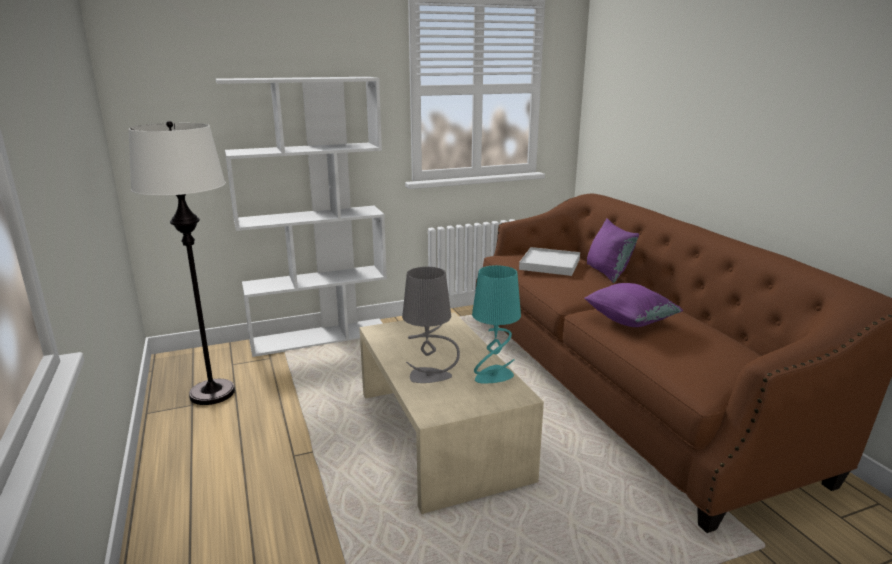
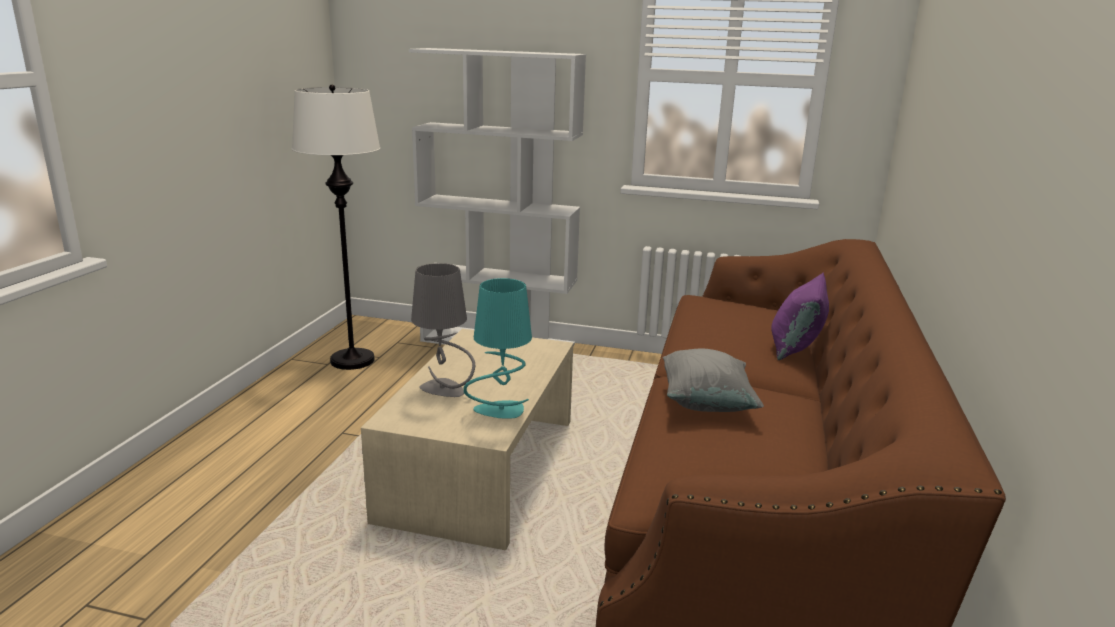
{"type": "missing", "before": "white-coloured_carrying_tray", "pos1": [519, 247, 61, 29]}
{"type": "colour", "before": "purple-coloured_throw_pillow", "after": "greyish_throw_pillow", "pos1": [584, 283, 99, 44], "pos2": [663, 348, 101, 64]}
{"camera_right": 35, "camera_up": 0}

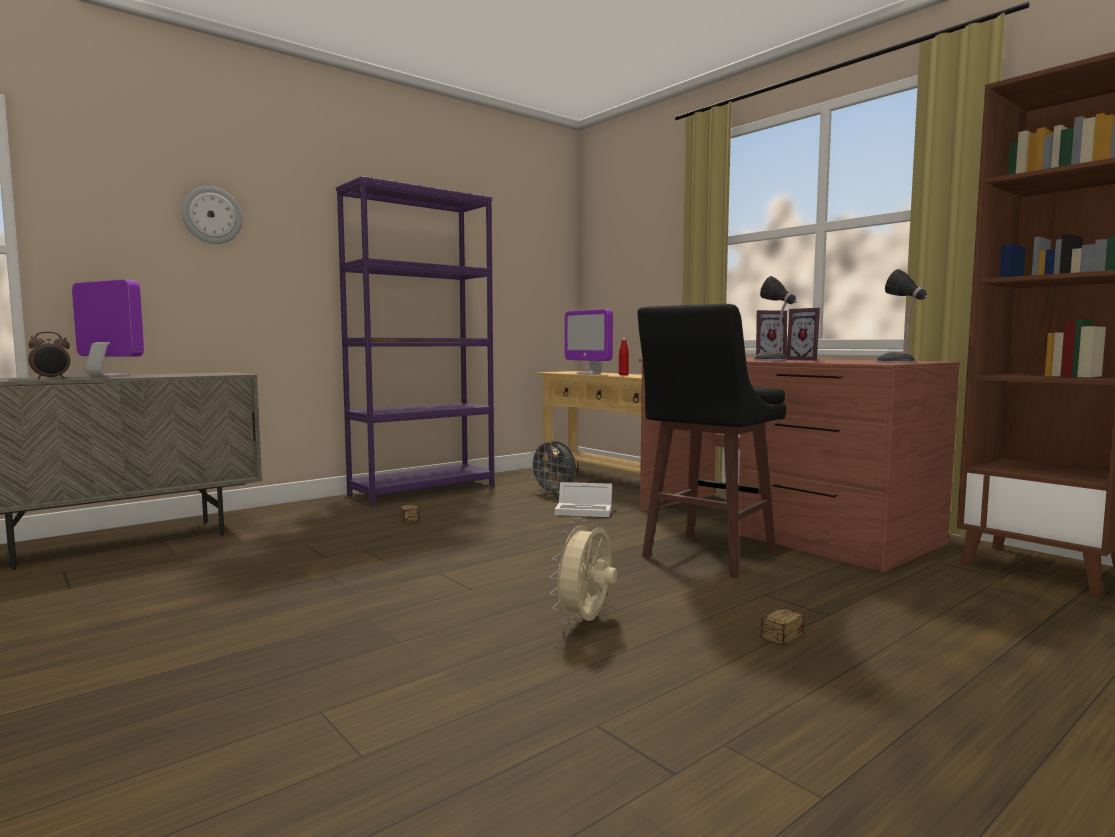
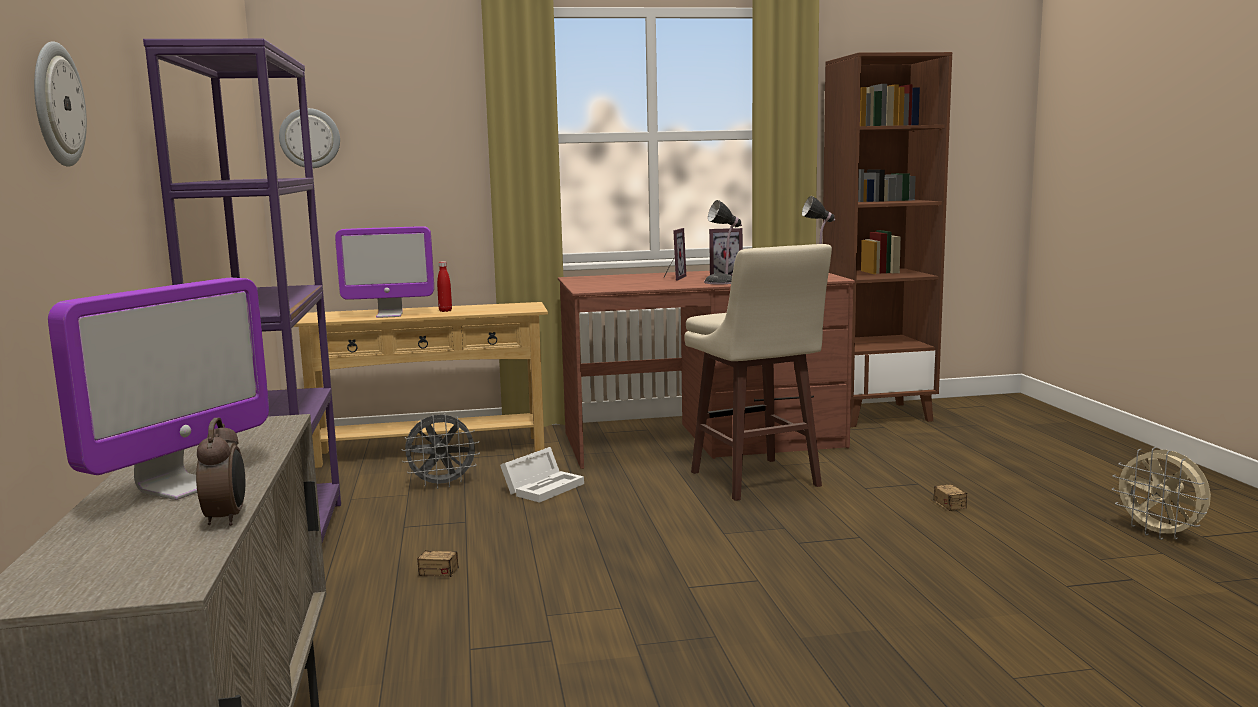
{"type": "appeared", "after": "clock_on_the_wall", "pos2": [279, 108, 61, 60]}
{"type": "relocated", "before": "beige_cooling_fan", "pos1": [550, 518, 67, 106], "pos2": [1112, 447, 99, 93]}
{"type": "colour", "before": "blackish_stool", "after": "beige_stool", "pos1": [637, 304, 149, 274], "pos2": [684, 244, 148, 257]}
{"type": "spun", "before": "computer_display", "pos1": [72, 280, 72, 97], "pos2": [48, 278, 221, 222], "turn": 150}
{"camera_right": -60, "camera_up": 5}

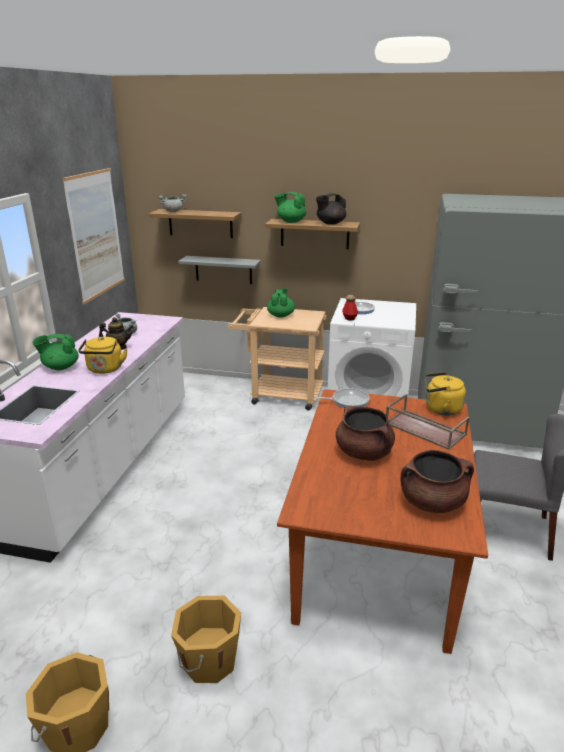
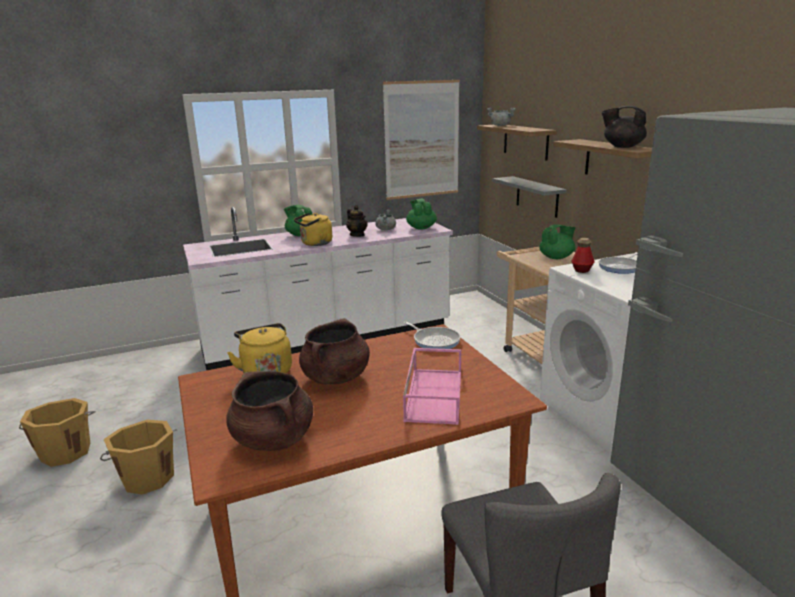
{"type": "relocated", "before": "green_teapot", "pos1": [274, 192, 32, 31], "pos2": [406, 199, 31, 31]}
{"type": "relocated", "before": "yellow-coloured_tea_kettle", "pos1": [425, 372, 41, 44], "pos2": [227, 323, 65, 50]}
{"type": "colour", "before": "brownish_carrying_tray", "after": "pinkish_carrying_tray", "pos1": [386, 394, 84, 56], "pos2": [403, 348, 58, 77]}
{"camera_right": 55, "camera_up": -5}

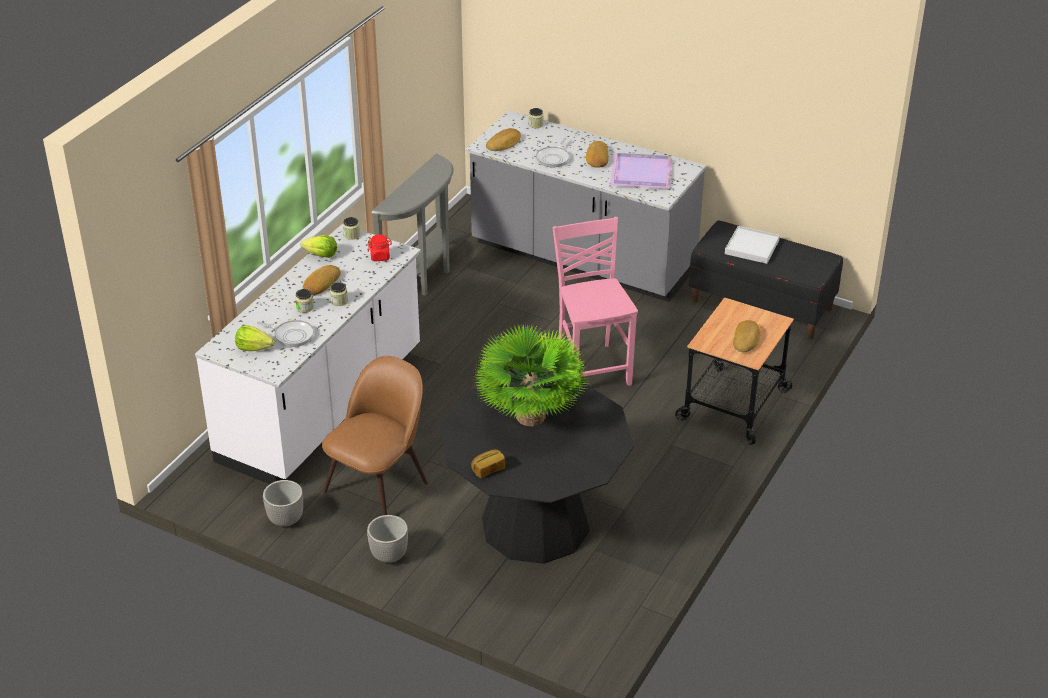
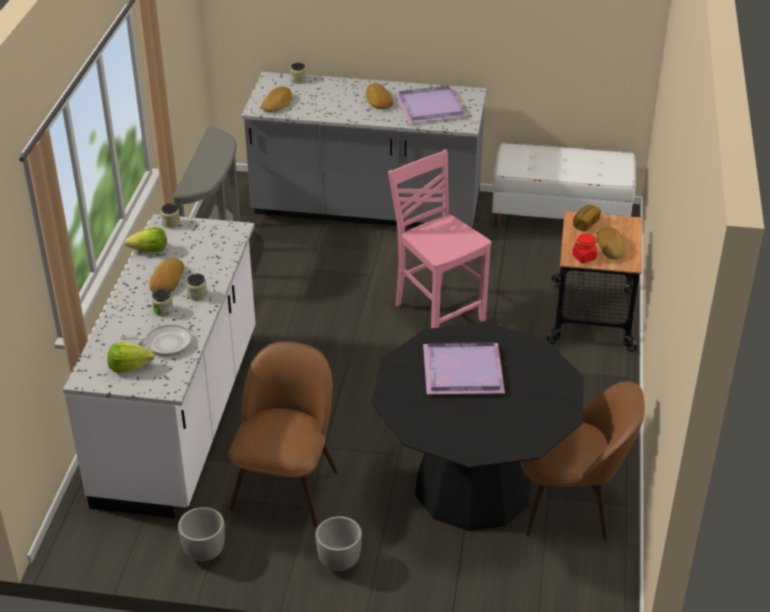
{"type": "missing", "before": "pan", "pos1": [536, 138, 34, 29]}
{"type": "missing", "before": "white-coloured_carrying_tray", "pos1": [725, 226, 55, 38]}
{"type": "appeared", "after": "brownish_upright_chair", "pos2": [521, 382, 124, 158]}
{"type": "relocated", "before": "red_storage_jar", "pos1": [368, 234, 24, 27], "pos2": [572, 234, 26, 29]}
{"type": "relocated", "before": "baked_bread", "pos1": [471, 449, 34, 29], "pos2": [573, 205, 28, 27]}
{"type": "exchanged", "before": "potted_plant", "after": "purple-coloured_carrying_tray", "pos1": [474, 323, 115, 103], "pos2": [423, 342, 82, 52]}
{"type": "colour", "before": "blackish_long_seat", "after": "white-coloured_long_seat", "pos1": [689, 220, 154, 119], "pos2": [492, 143, 144, 85]}
{"camera_right": -20, "camera_up": 0}

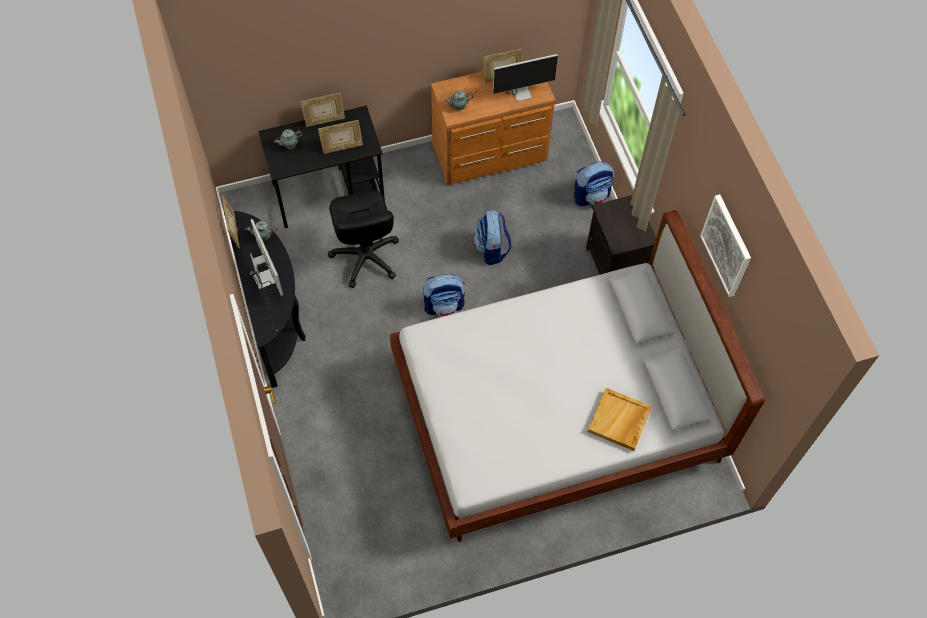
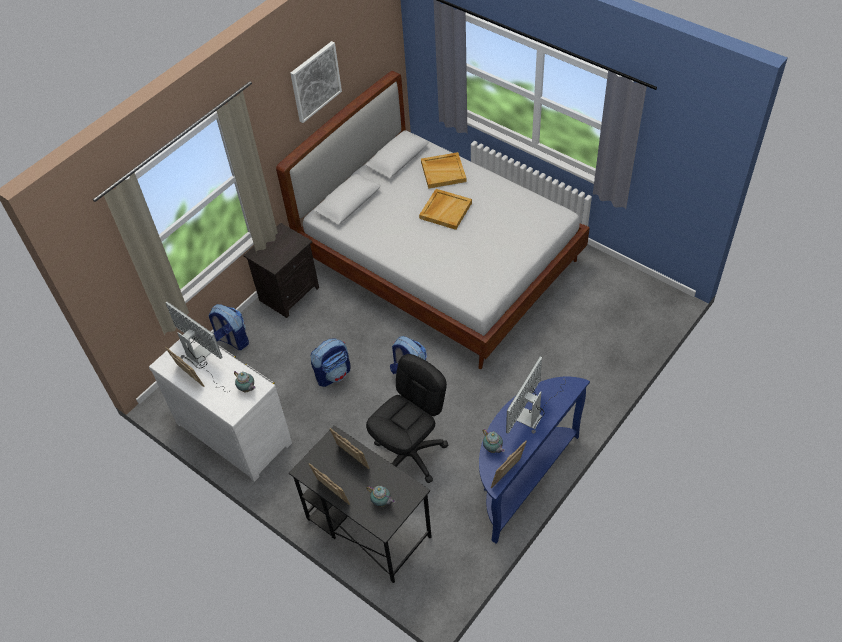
{"type": "appeared", "after": "beige_carrying_tray", "pos2": [419, 189, 53, 41]}
{"type": "colour", "before": "blackish_narrow_table", "after": "blue_narrow_table", "pos1": [224, 211, 81, 177], "pos2": [479, 377, 111, 167]}
{"type": "colour", "before": "brownish_dresser", "after": "white-coloured_dresser", "pos1": [431, 71, 125, 115], "pos2": [149, 338, 143, 144]}
{"camera_right": -120, "camera_up": -10}

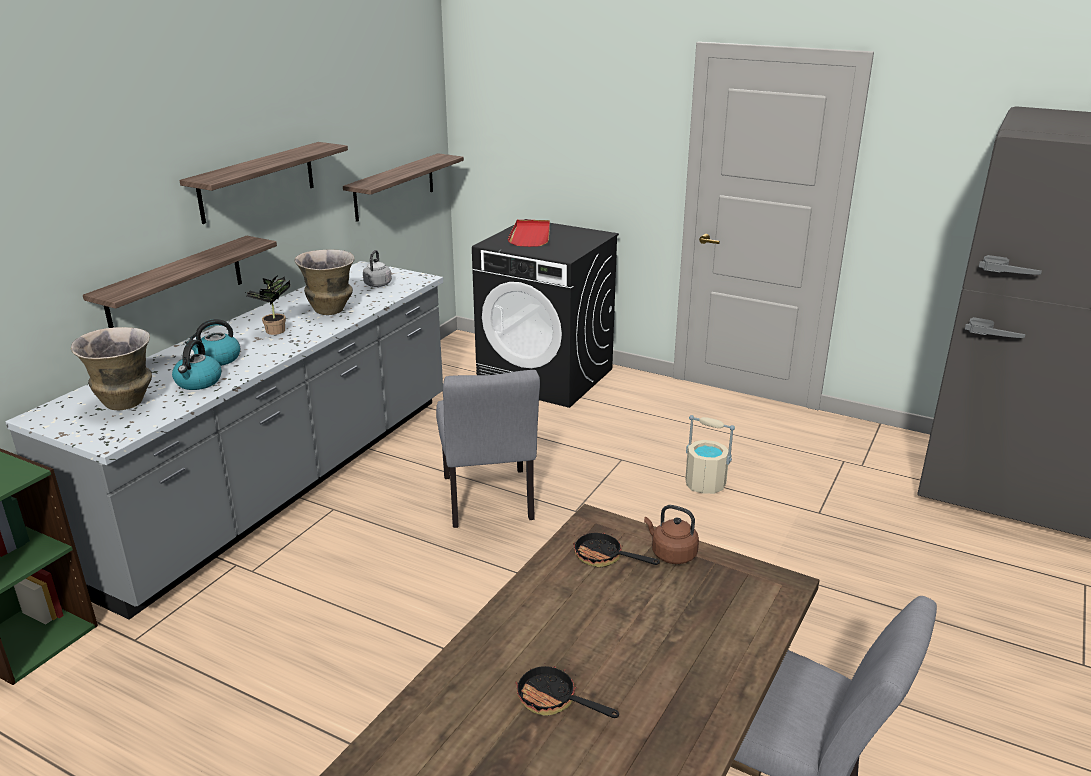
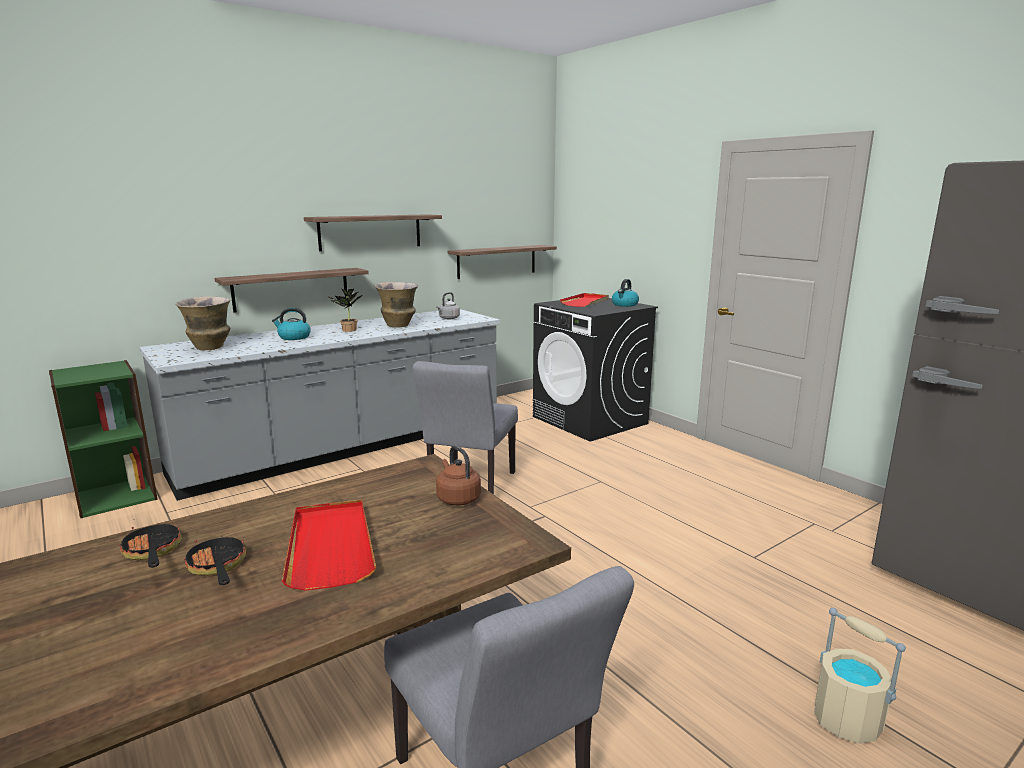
{"type": "appeared", "after": "red_carrying_tray", "pos2": [282, 499, 94, 92]}
{"type": "relocated", "before": "tea_kettle", "pos1": [172, 340, 49, 50], "pos2": [612, 279, 27, 28]}
{"type": "relocated", "before": "pan", "pos1": [573, 530, 87, 38], "pos2": [119, 522, 63, 46]}
{"type": "relocated", "before": "beige_water_bucket", "pos1": [685, 415, 50, 79], "pos2": [814, 608, 92, 136]}
{"camera_right": 25, "camera_up": -10}

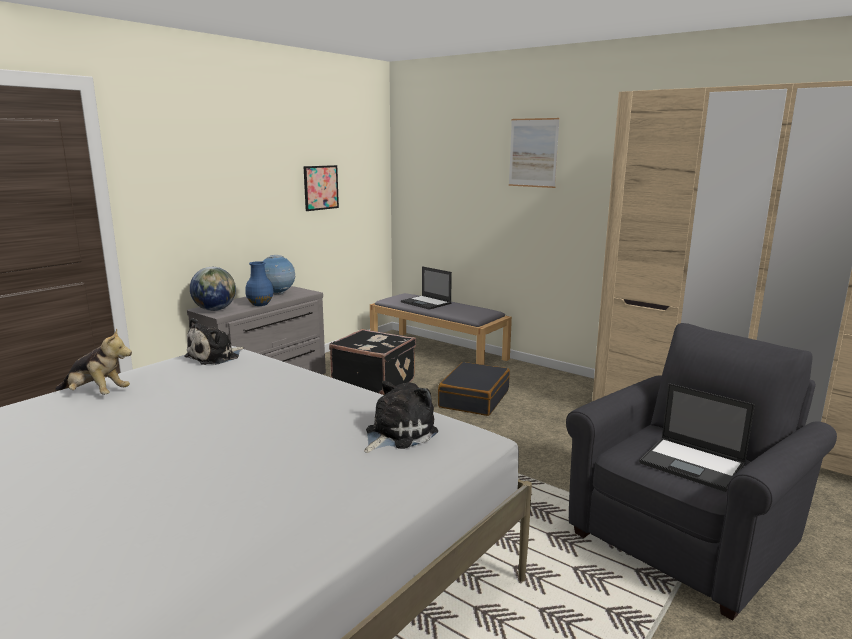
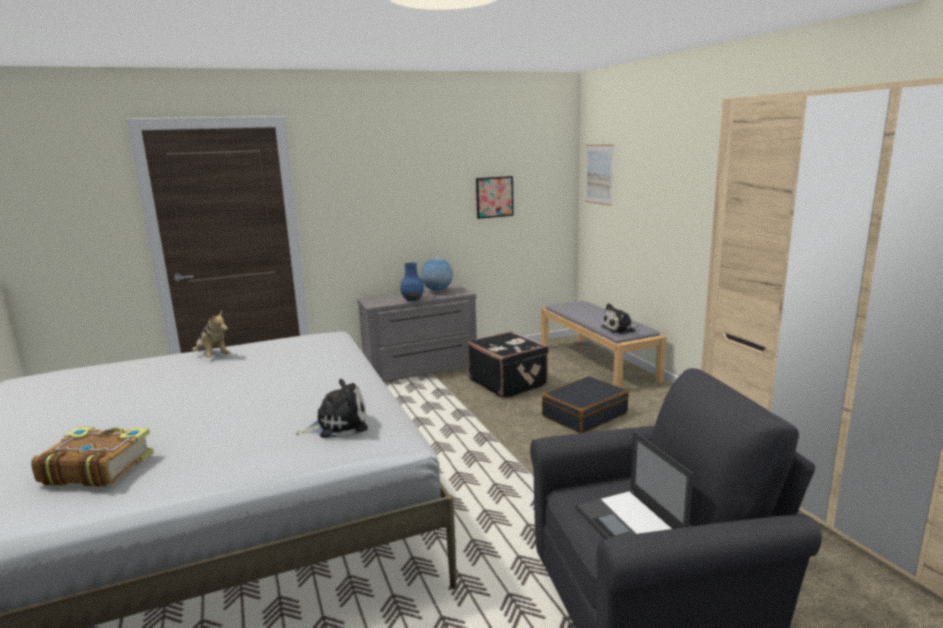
{"type": "missing", "before": "globe", "pos1": [190, 267, 46, 44]}
{"type": "missing", "before": "notebook_computer", "pos1": [401, 266, 51, 44]}
{"type": "appeared", "after": "bound_book", "pos2": [31, 427, 123, 59]}
{"type": "relocated", "before": "cuddly_toy", "pos1": [184, 318, 60, 47], "pos2": [601, 303, 37, 31]}
{"type": "relocated", "before": "wall_picture", "pos1": [509, 118, 51, 70], "pos2": [585, 144, 29, 62]}
{"camera_right": 30, "camera_up": 0}

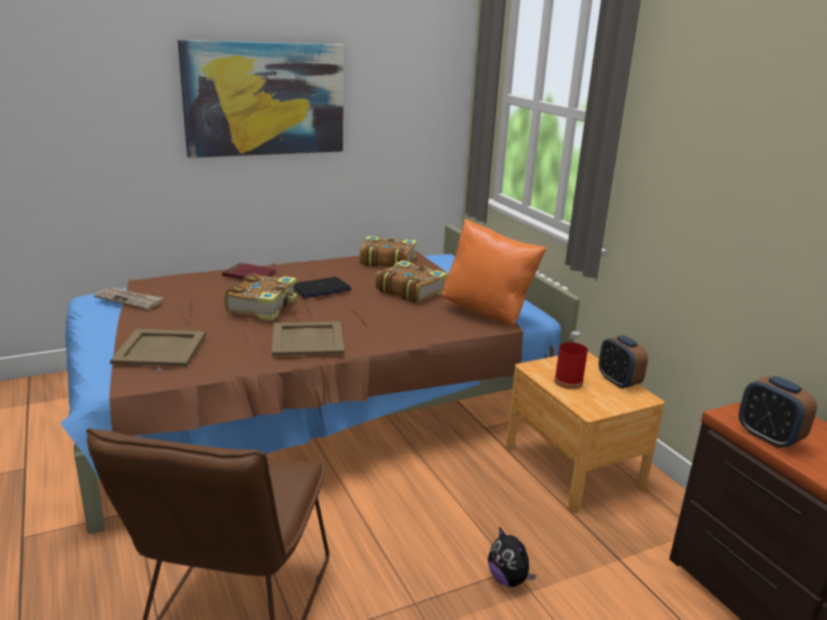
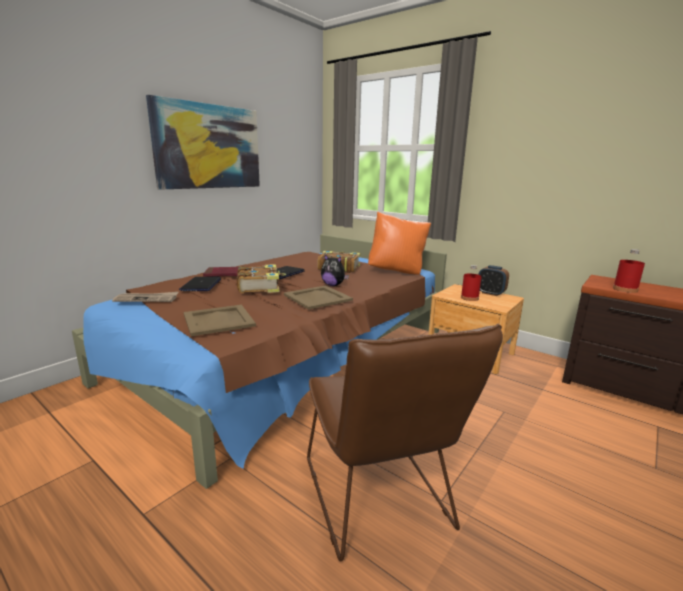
{"type": "missing", "before": "bound_book", "pos1": [359, 236, 58, 31]}
{"type": "appeared", "after": "notebook_computer", "pos2": [179, 277, 42, 14]}
{"type": "relocated", "before": "cuddly_toy", "pos1": [488, 527, 48, 60], "pos2": [321, 255, 28, 31]}
{"type": "exchanged", "before": "bedside_clock", "after": "red_drink_bottle", "pos1": [739, 376, 78, 73], "pos2": [613, 249, 32, 44]}
{"camera_right": -25, "camera_up": -5}

